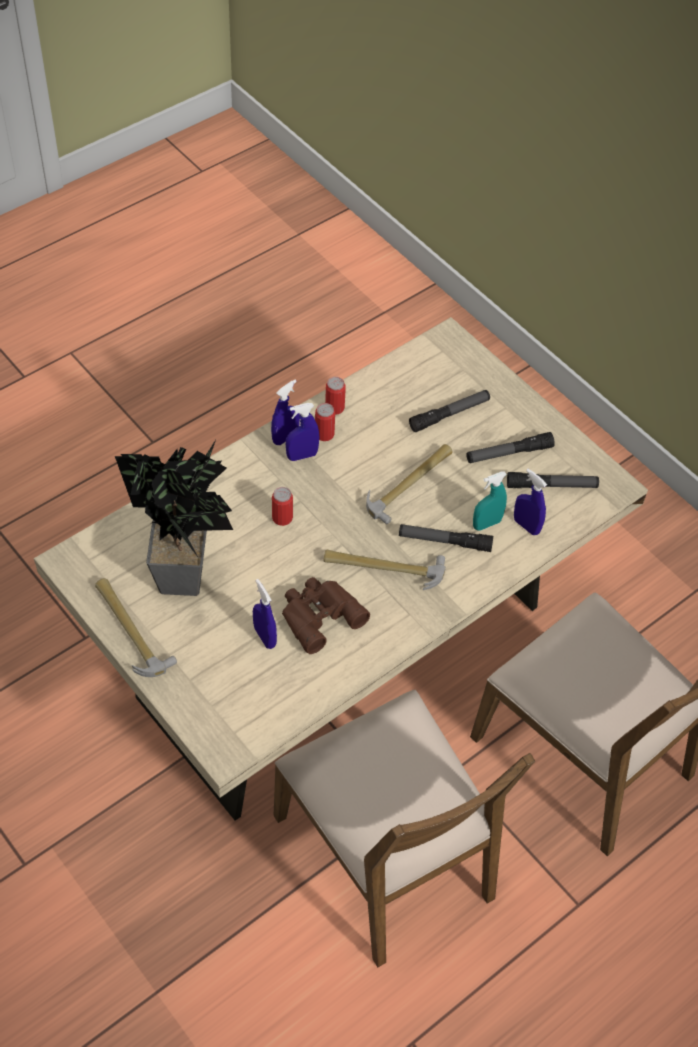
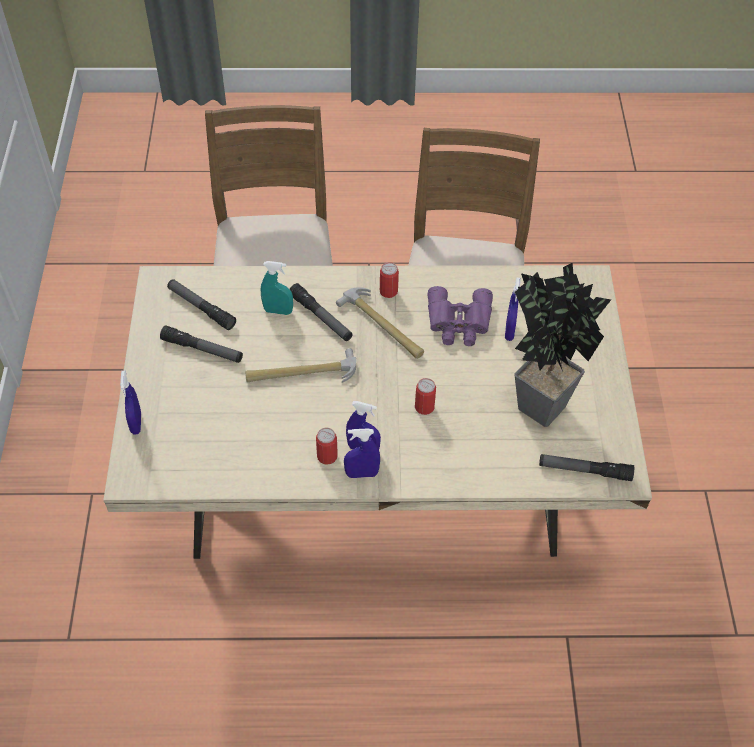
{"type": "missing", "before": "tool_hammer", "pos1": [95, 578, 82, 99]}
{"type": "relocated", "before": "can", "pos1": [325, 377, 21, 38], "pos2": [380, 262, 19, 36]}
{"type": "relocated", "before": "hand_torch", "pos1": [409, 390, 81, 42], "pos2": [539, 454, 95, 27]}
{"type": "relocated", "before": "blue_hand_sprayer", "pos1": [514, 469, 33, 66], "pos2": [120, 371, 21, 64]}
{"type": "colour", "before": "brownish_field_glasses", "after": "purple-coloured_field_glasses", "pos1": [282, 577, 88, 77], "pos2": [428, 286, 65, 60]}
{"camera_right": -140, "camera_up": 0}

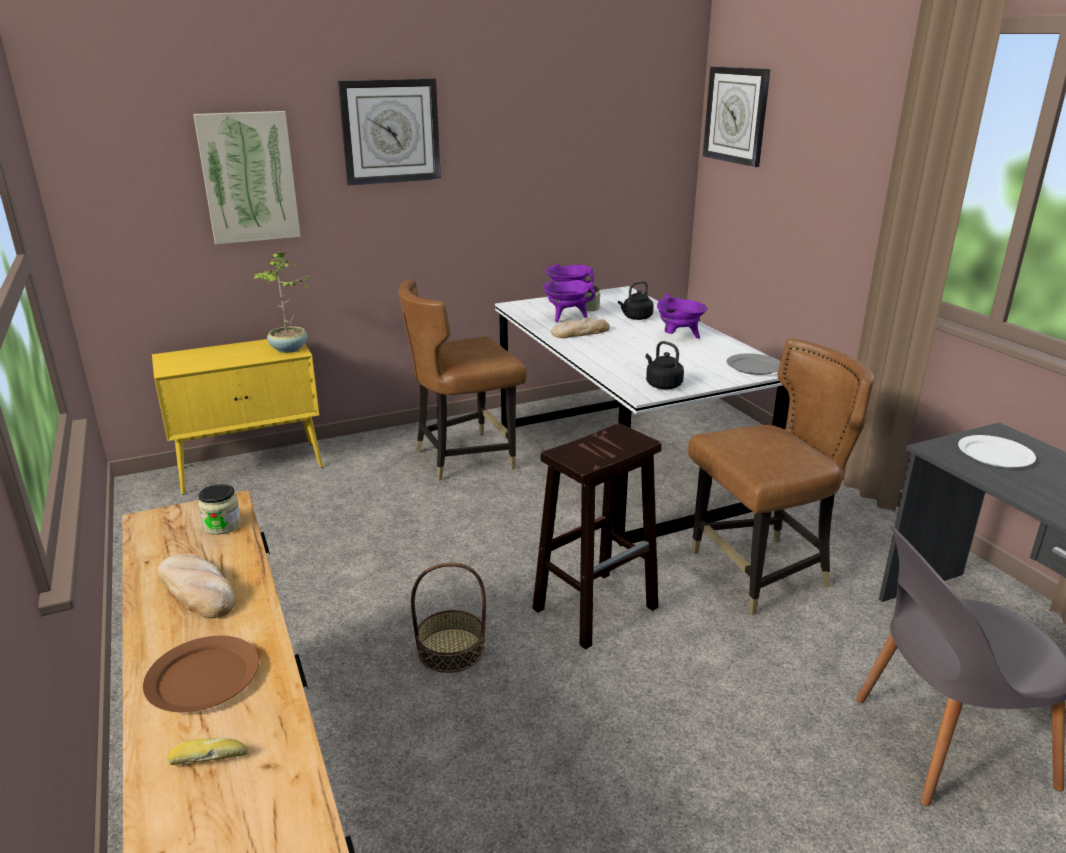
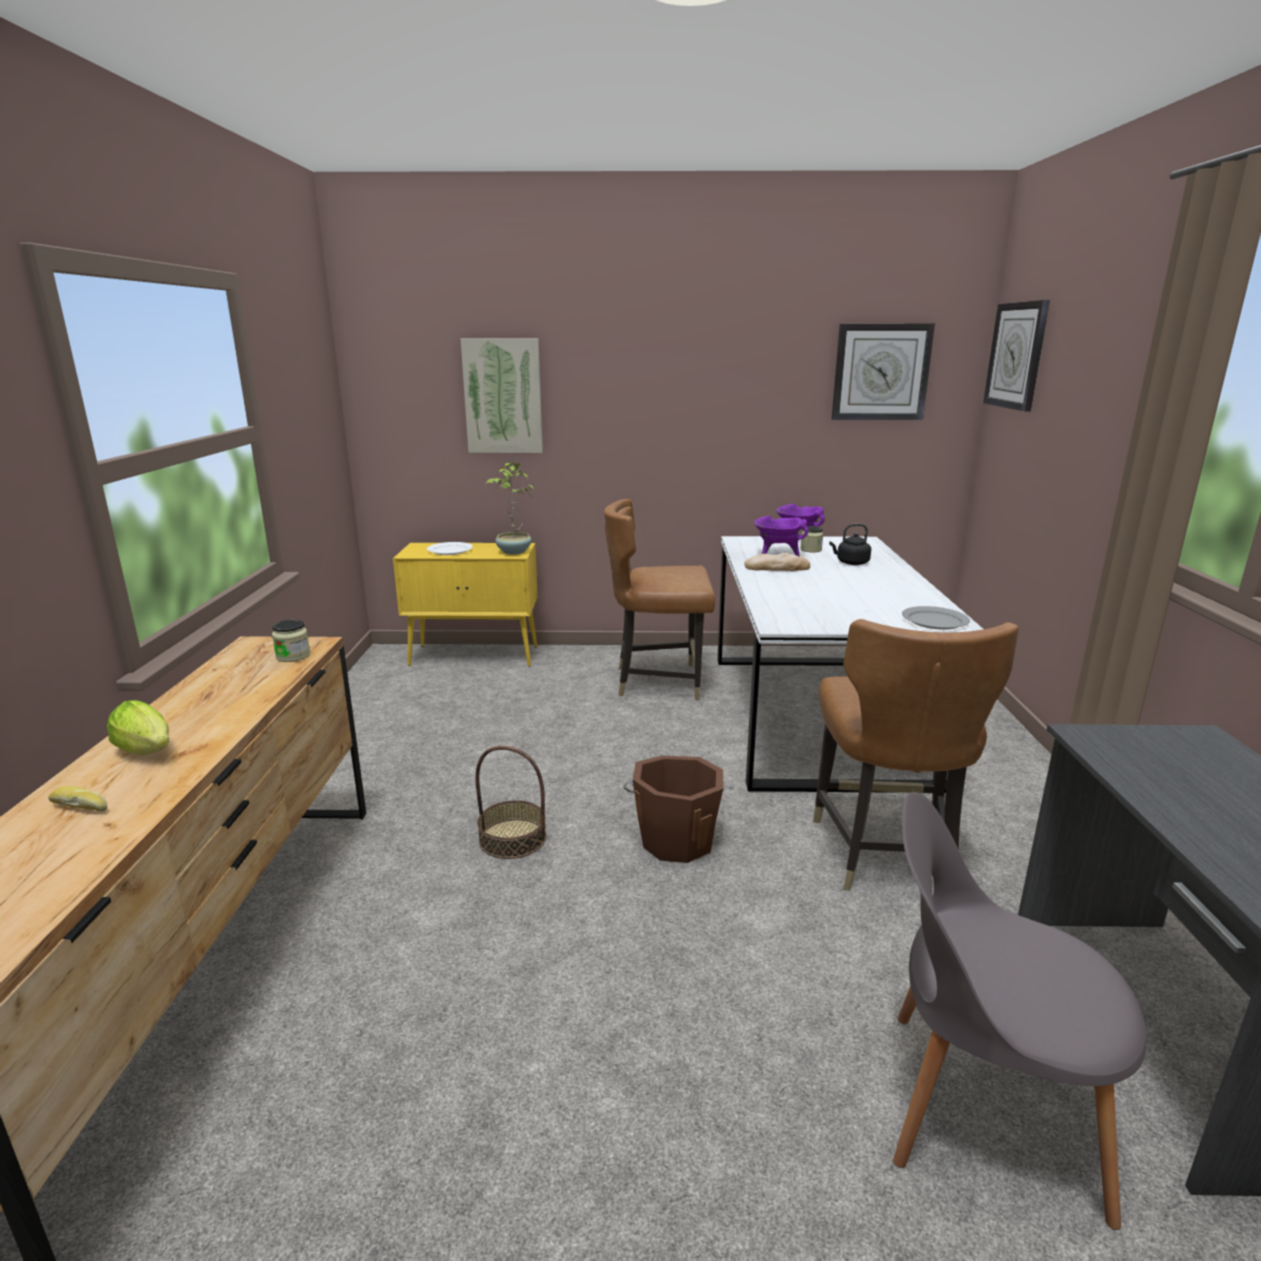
{"type": "missing", "before": "baked_bread", "pos1": [157, 553, 79, 65]}
{"type": "missing", "before": "blackish_tea_kettle", "pos1": [645, 341, 39, 48]}
{"type": "missing", "before": "purple-coloured_saucepot", "pos1": [657, 293, 50, 46]}
{"type": "relocated", "before": "clock_on_the_wall", "pos1": [338, 79, 103, 106], "pos2": [832, 324, 103, 96]}
{"type": "relocated", "before": "white-coloured_dinner_plate", "pos1": [958, 435, 78, 32], "pos2": [427, 542, 46, 13]}
{"type": "exchanged", "before": "brownish_dinner_plate", "after": "lettuce_head", "pos1": [143, 636, 116, 76], "pos2": [107, 700, 62, 55]}
{"type": "exchanged", "before": "brownish_stool", "after": "brownish_water_bucket", "pos1": [533, 423, 129, 227], "pos2": [623, 756, 111, 107]}
{"type": "spun", "before": "brownish_upright_chair", "pos1": [688, 338, 186, 277], "pos2": [813, 619, 206, 272], "turn": 90}
{"camera_right": 25, "camera_up": -5}

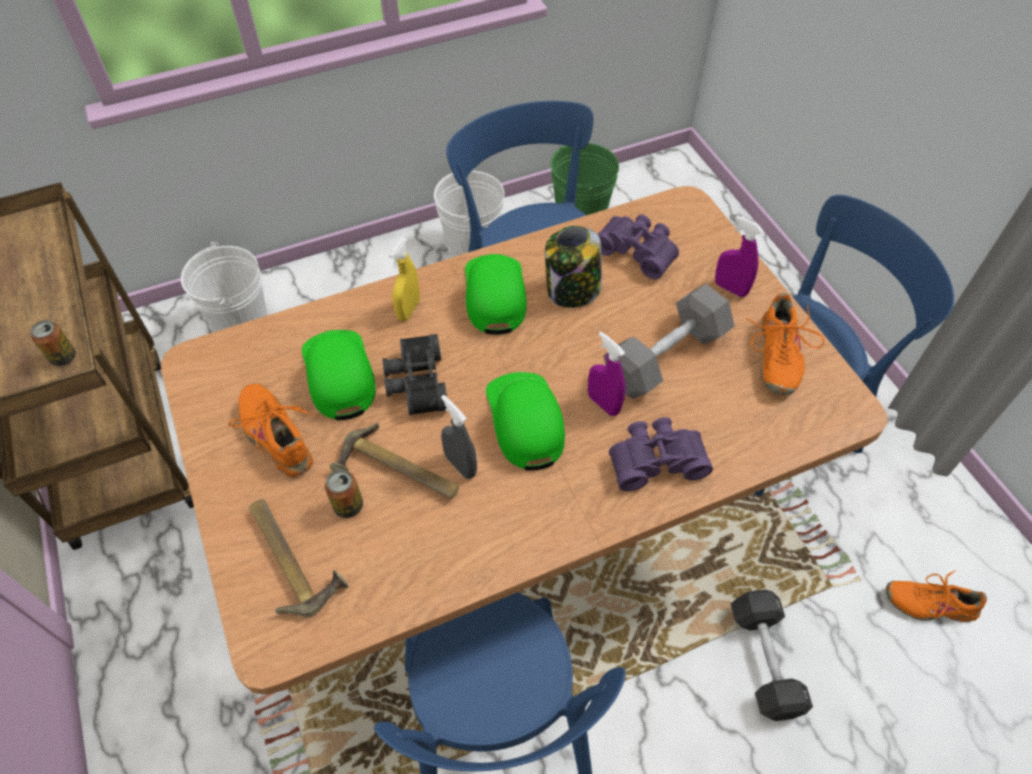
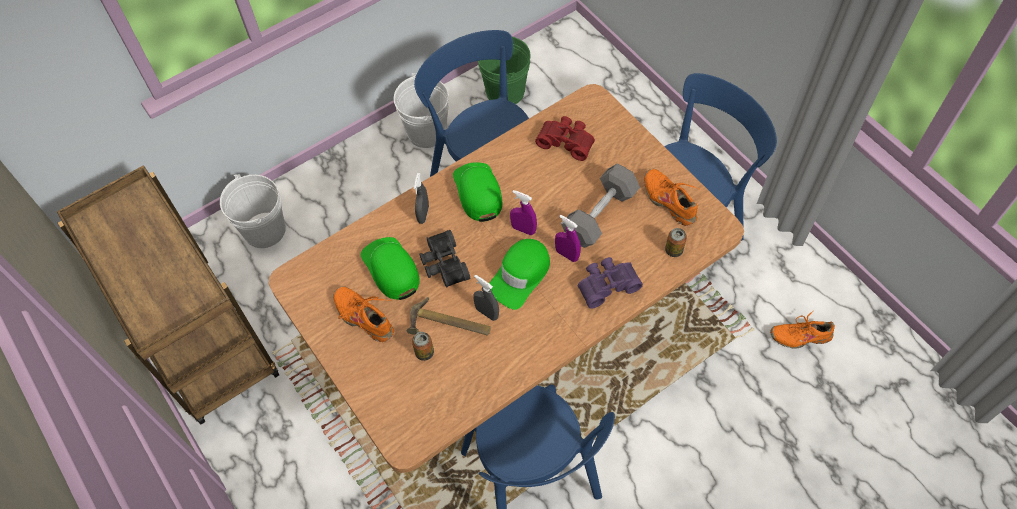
{"type": "missing", "before": "tool_hammer", "pos1": [249, 499, 100, 118]}
{"type": "missing", "before": "storage_jar", "pos1": [545, 226, 57, 82]}
{"type": "missing", "before": "blackish_free_weight", "pos1": [731, 590, 82, 131]}
{"type": "relocated", "before": "can", "pos1": [31, 320, 45, 46], "pos2": [665, 228, 22, 29]}
{"type": "relocated", "before": "purple-coloured_hand_sprayer", "pos1": [715, 215, 48, 82], "pos2": [510, 190, 27, 45]}
{"type": "colour", "before": "yellow-coloured_hand_sprayer", "after": "greyish_hand_sprayer", "pos1": [389, 238, 31, 83], "pos2": [413, 173, 16, 51]}
{"type": "colour", "before": "purple-coloured_field_glasses", "after": "red_field_glasses", "pos1": [598, 215, 81, 64], "pos2": [535, 116, 60, 45]}
{"type": "spun", "before": "green_peaked_cap", "pos1": [486, 372, 79, 99], "pos2": [489, 239, 61, 71], "turn": -120}
{"type": "spun", "before": "orange-coloured_shoe", "pos1": [745, 293, 79, 102], "pos2": [644, 169, 55, 57], "turn": 150}
{"camera_right": -10, "camera_up": 5}

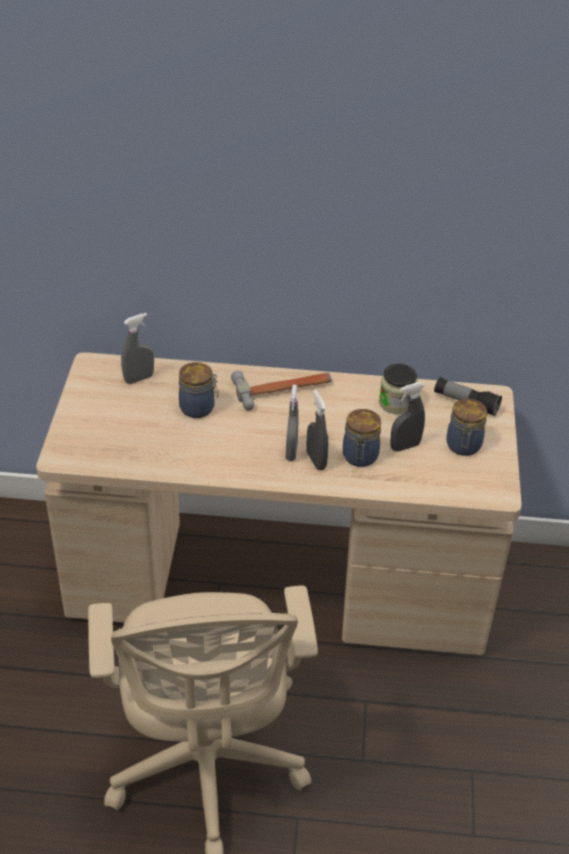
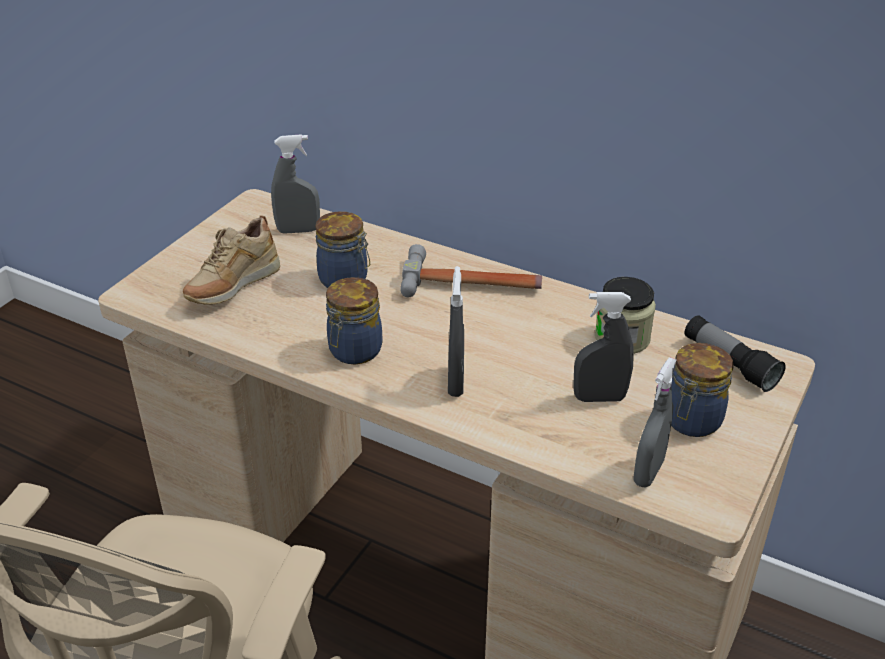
{"type": "appeared", "after": "beige_shoe", "pos2": [183, 215, 97, 90]}
{"type": "relocated", "before": "greyish_hand_sprayer", "pos1": [286, 385, 13, 76], "pos2": [634, 357, 43, 131]}
{"type": "relocated", "before": "storage_jar", "pos1": [343, 409, 38, 58], "pos2": [326, 277, 56, 87]}
{"camera_right": 25, "camera_up": -5}

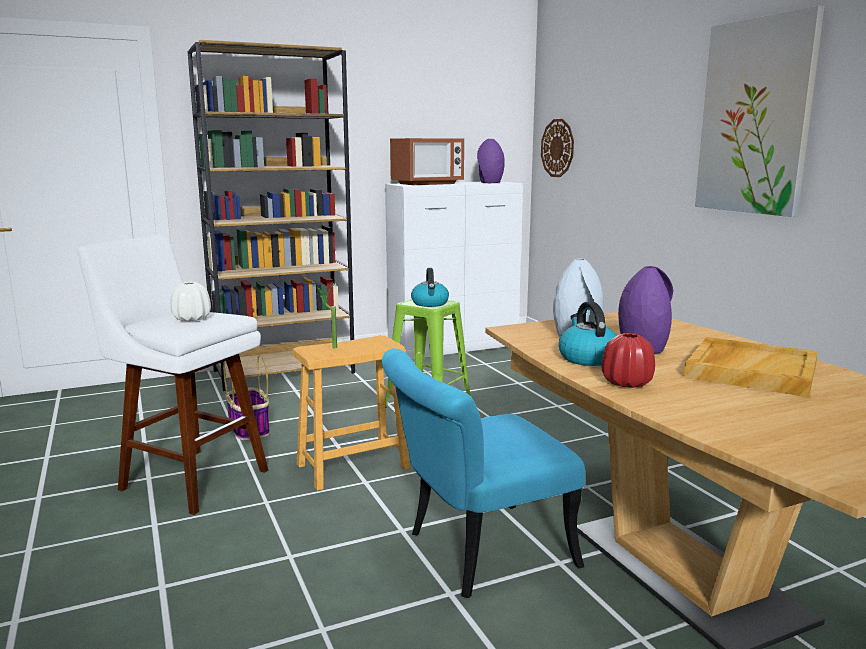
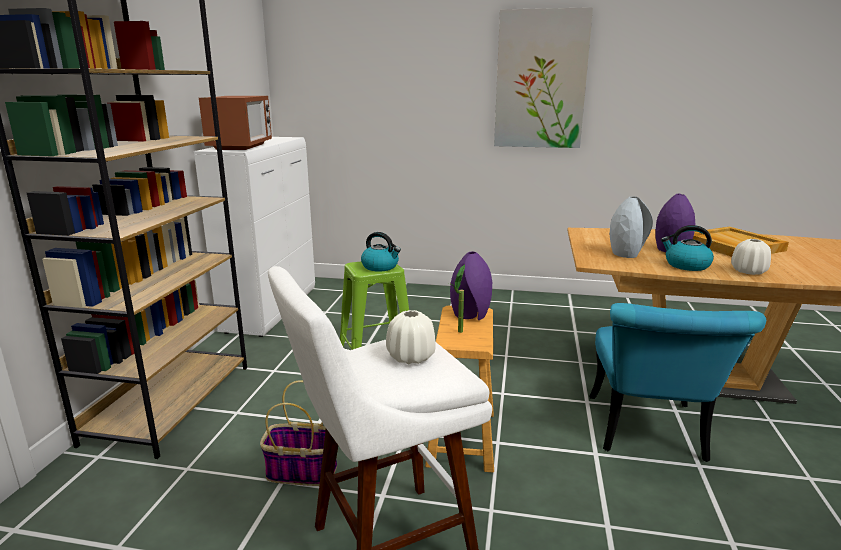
{"type": "missing", "before": "clock_on_the_wall", "pos1": [541, 119, 33, 58]}
{"type": "relocated", "before": "purple-coloured_flower_vase", "pos1": [477, 139, 28, 44], "pos2": [450, 252, 42, 68]}
{"type": "colour", "before": "red_flower_vase", "after": "white-coloured_flower_vase", "pos1": [601, 333, 54, 55], "pos2": [731, 239, 40, 36]}
{"camera_right": -55, "camera_up": 5}

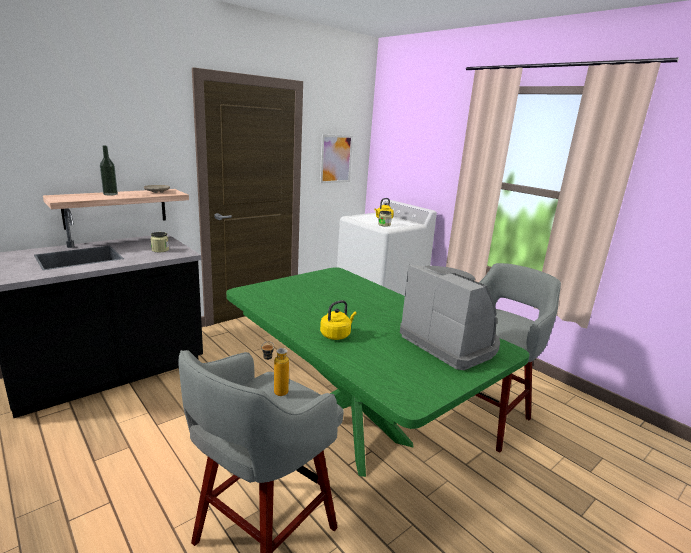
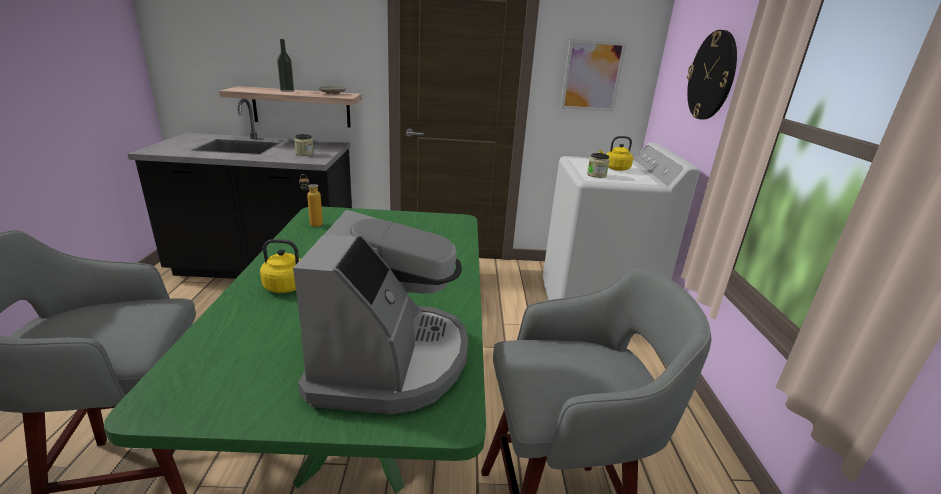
{"type": "appeared", "after": "clock_on_the_wall", "pos2": [687, 30, 50, 90]}
{"type": "relocated", "before": "drink_bottle", "pos1": [261, 341, 28, 55], "pos2": [299, 174, 24, 53]}
{"camera_right": 40, "camera_up": 5}

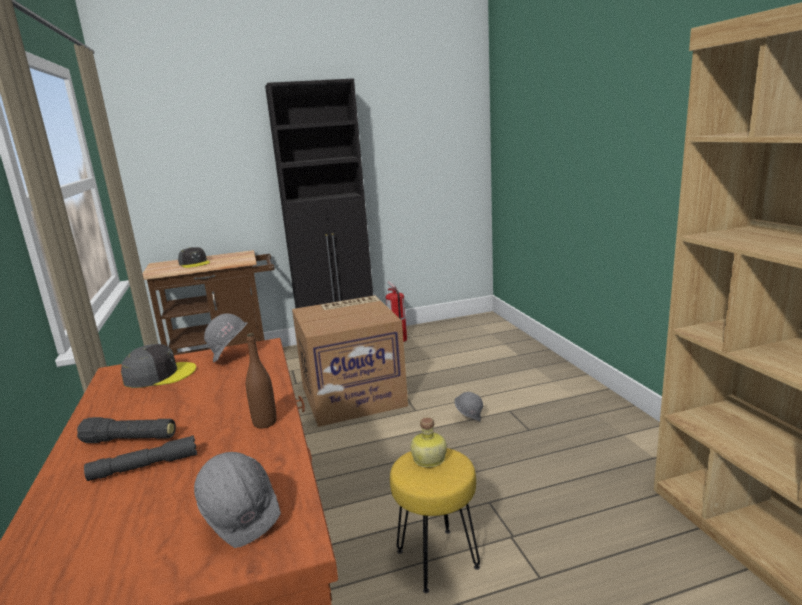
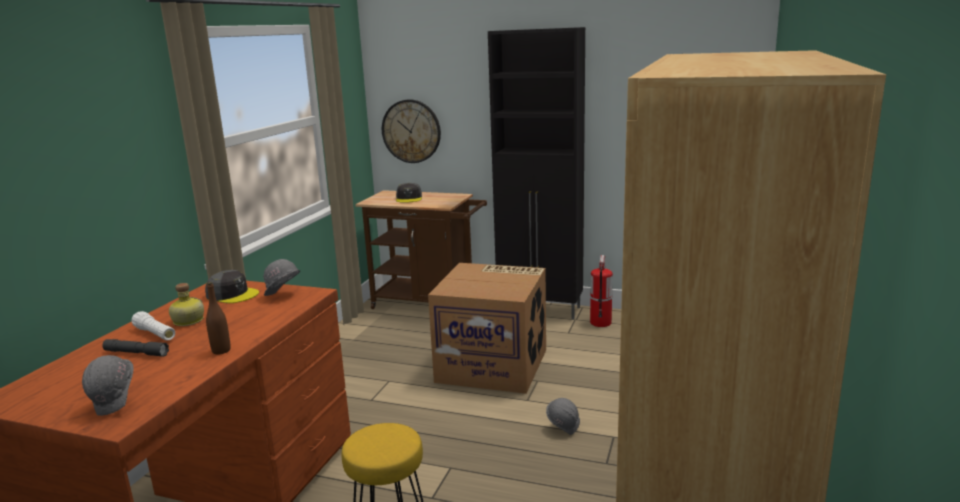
{"type": "appeared", "after": "clock_on_the_wall", "pos2": [382, 99, 59, 64]}
{"type": "relocated", "before": "drink_bottle", "pos1": [410, 417, 37, 50], "pos2": [169, 283, 35, 43]}
{"type": "colour", "before": "blackish_hand_torch", "after": "white-coloured_hand_torch", "pos1": [77, 417, 99, 26], "pos2": [131, 311, 44, 30]}
{"camera_right": 35, "camera_up": 0}

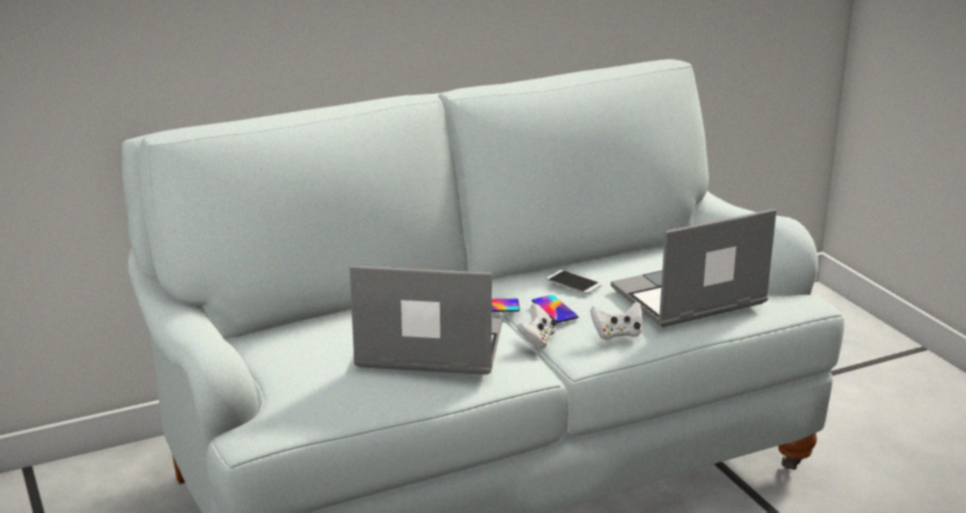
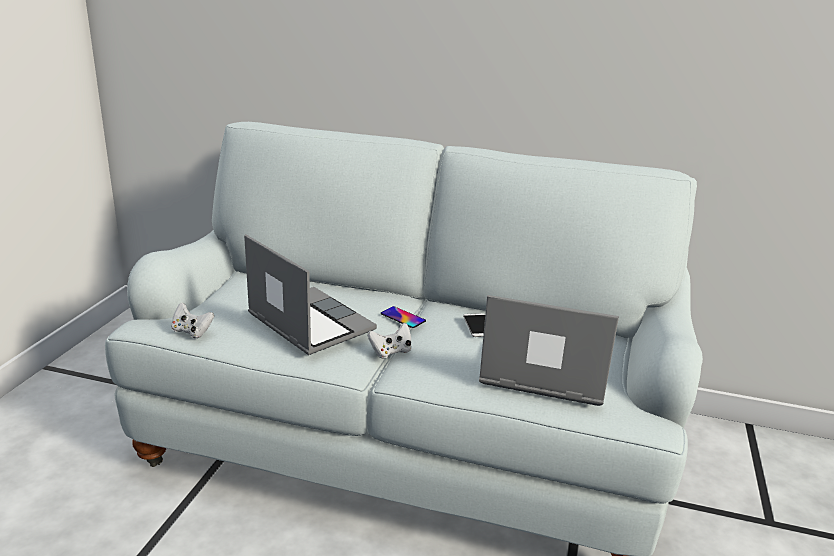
{"type": "missing", "before": "handset", "pos1": [532, 295, 47, 28]}
{"type": "relocated", "before": "white-coloured_gamepad", "pos1": [590, 302, 52, 38], "pos2": [171, 302, 43, 36]}
{"camera_right": 40, "camera_up": 0}

